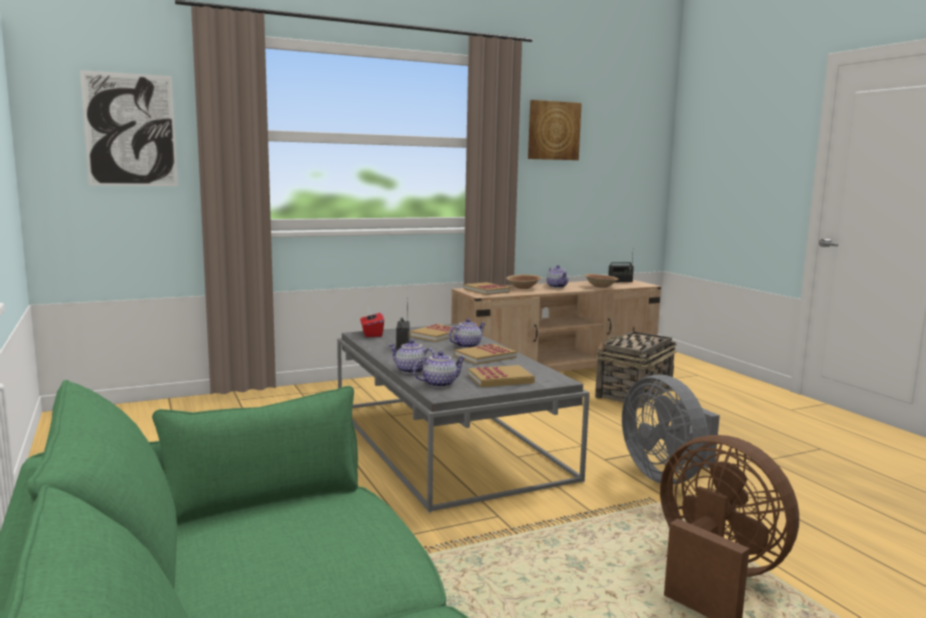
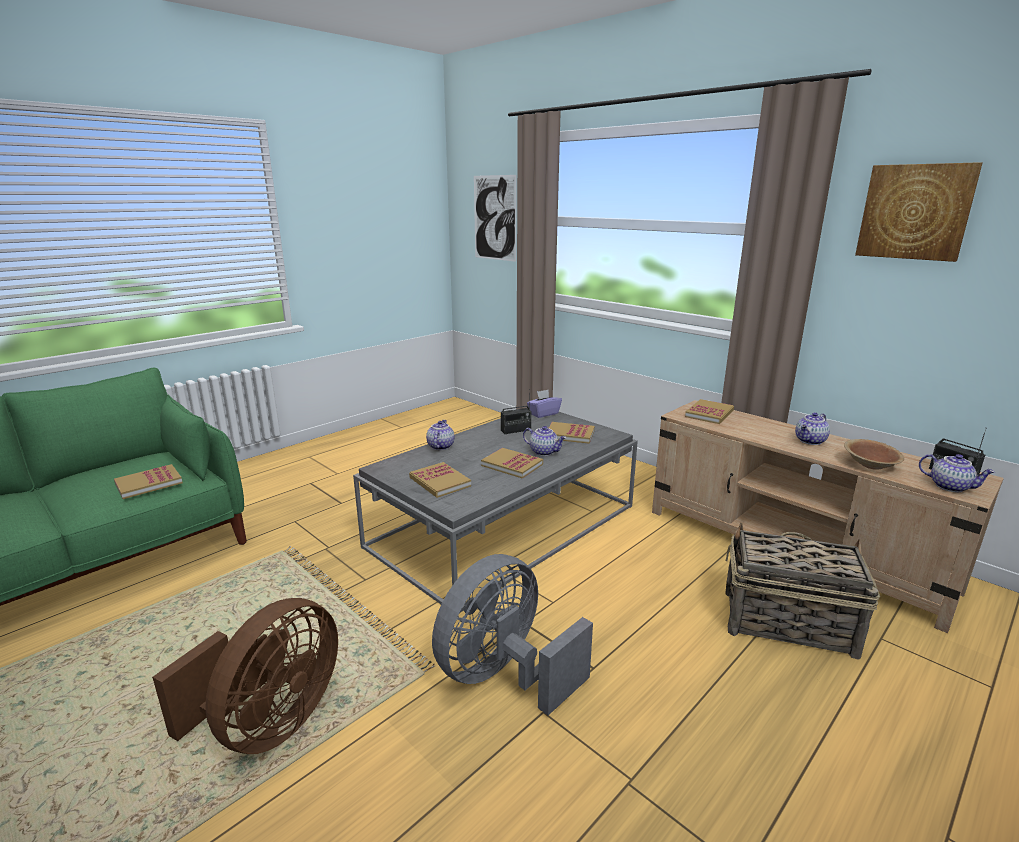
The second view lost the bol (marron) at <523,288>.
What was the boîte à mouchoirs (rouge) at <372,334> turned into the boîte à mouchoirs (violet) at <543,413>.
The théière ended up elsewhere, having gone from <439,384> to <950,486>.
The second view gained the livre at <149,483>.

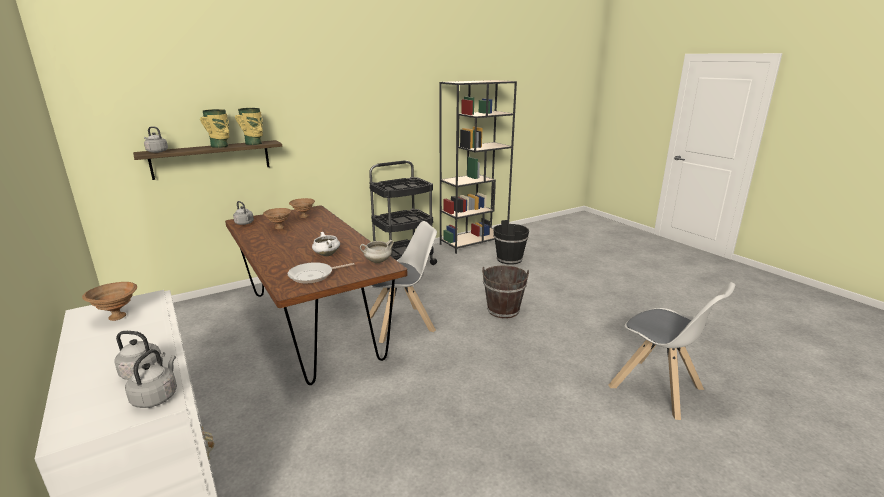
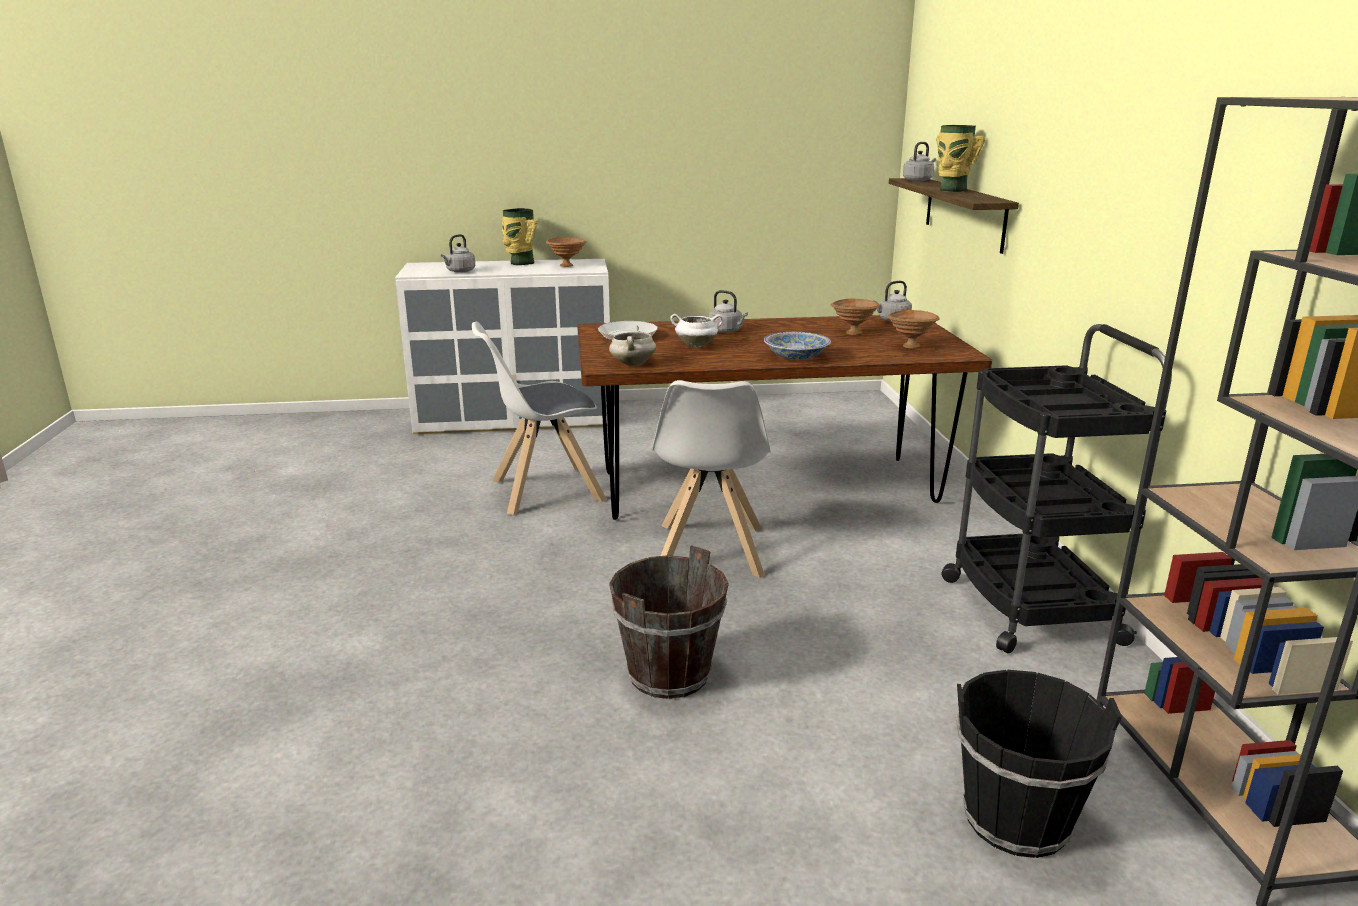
The vase ended up elsewhere, having gone from <254,144> to <520,263>.
The chaise ended up elsewhere, having gone from <658,389> to <543,491>.
The bouilloire (gris) ended up elsewhere, having gone from <156,396> to <727,331>.
The second view gained the bol at <796,357>.

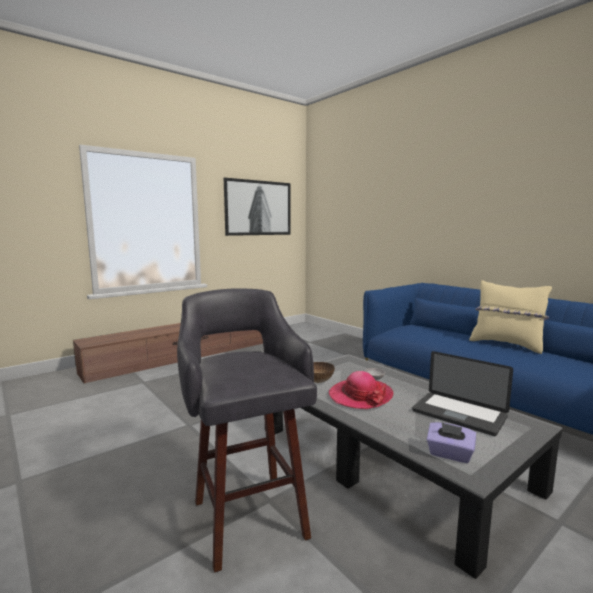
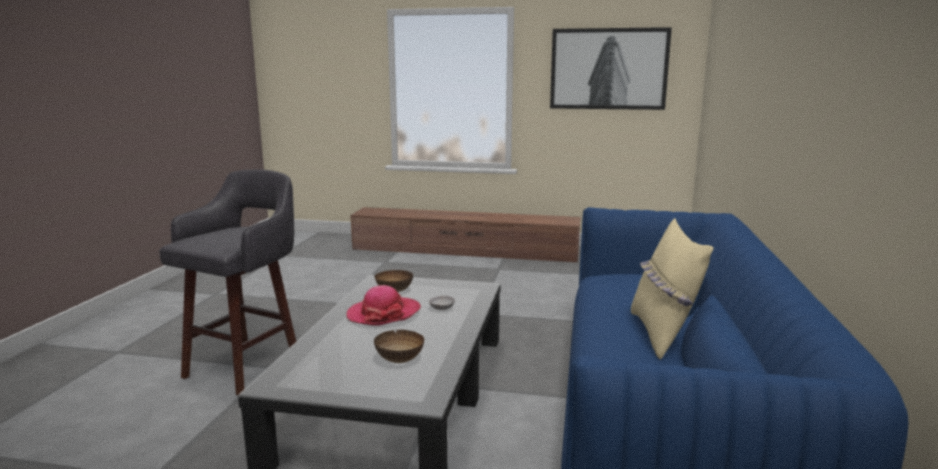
Where the ordinateur portable stood at <459,414>, the bol came to stand at <400,360>.
The second view lost the boîte à mouchoirs (violet) at <449,454>.

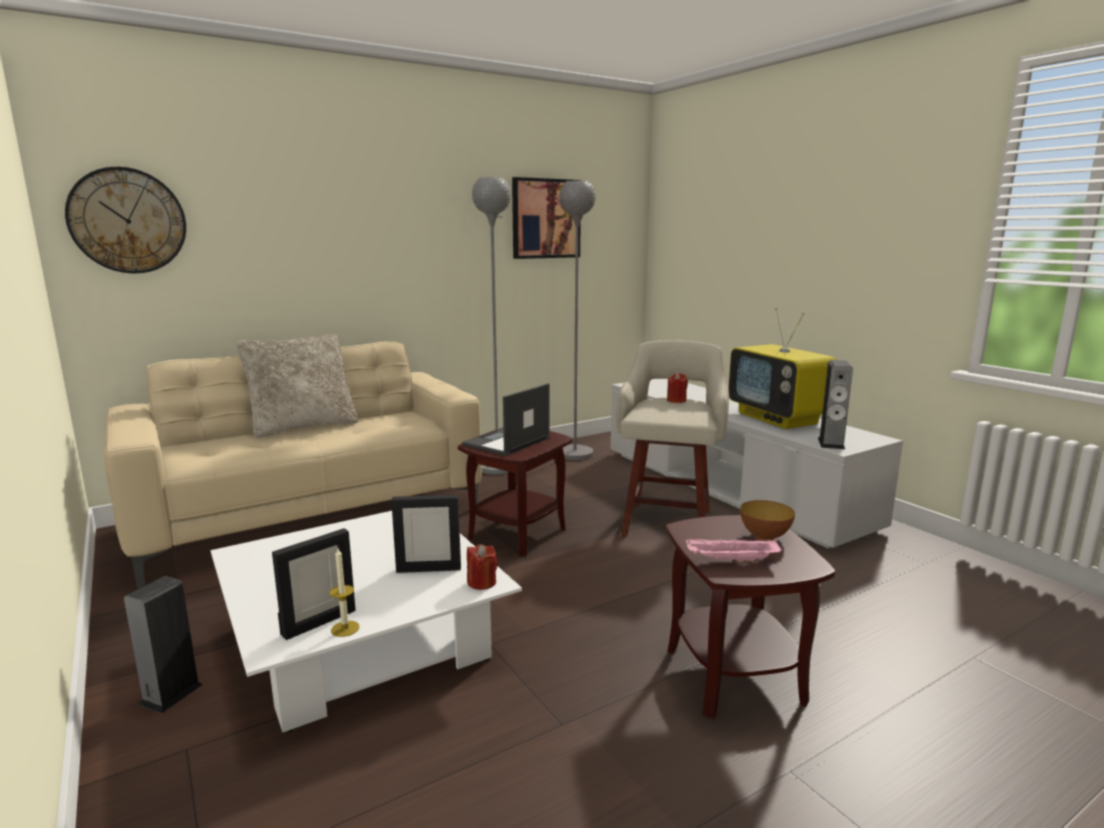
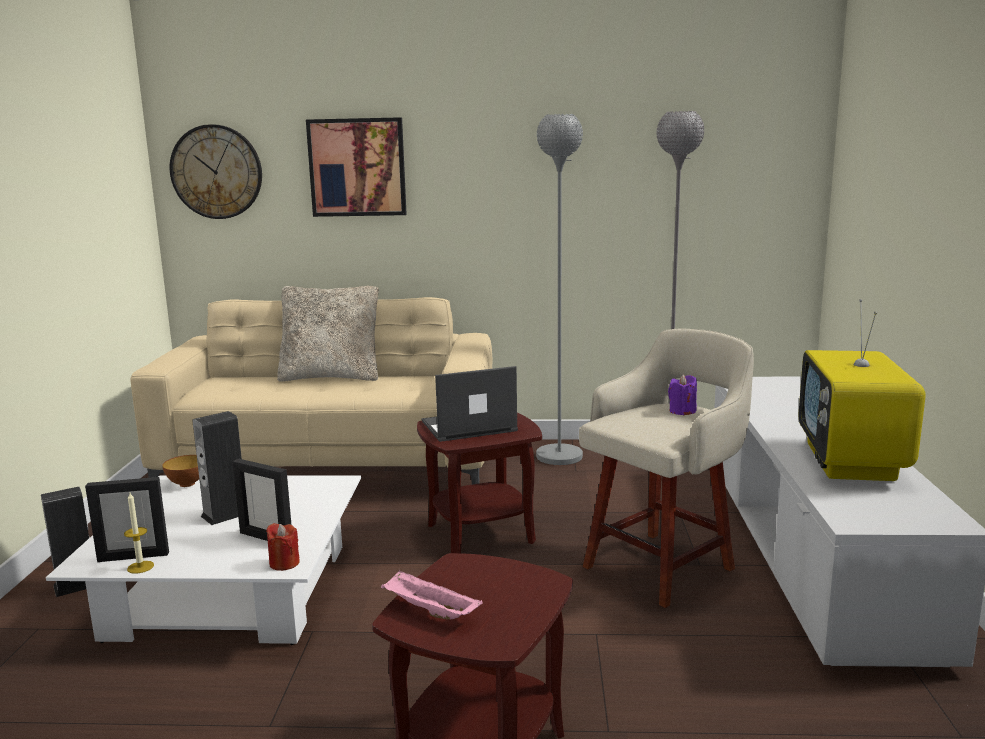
The tableau ended up elsewhere, having gone from <545,218> to <357,167>.
The enceinte ended up elsewhere, having gone from <831,443> to <225,514>.
What was the bougie (rouge) at <676,400> turned into the bougie (violet) at <682,411>.
The bol ended up elsewhere, having gone from <764,537> to <187,484>.

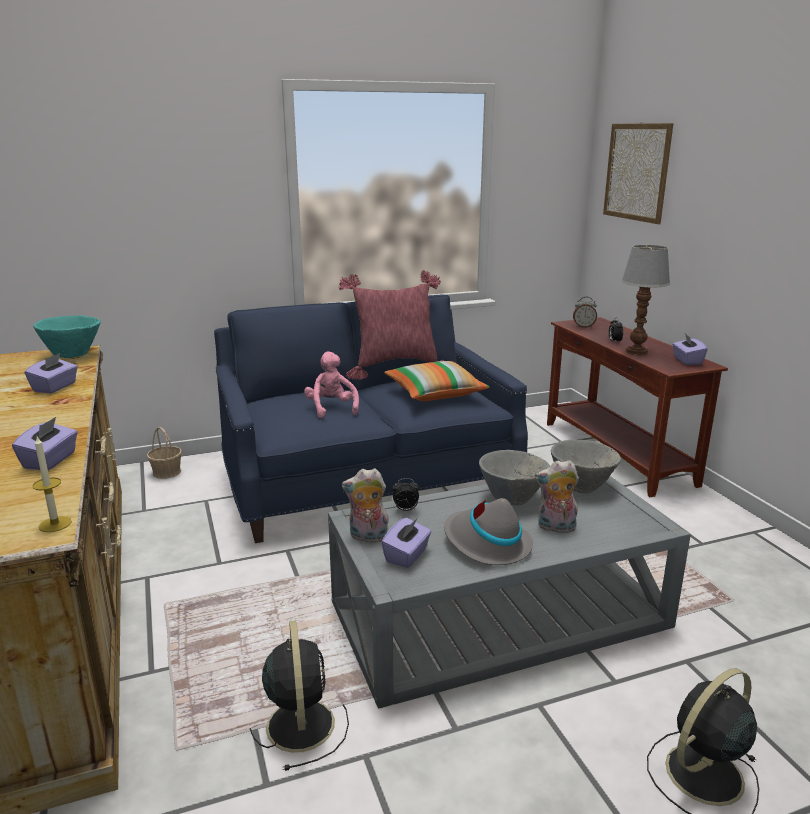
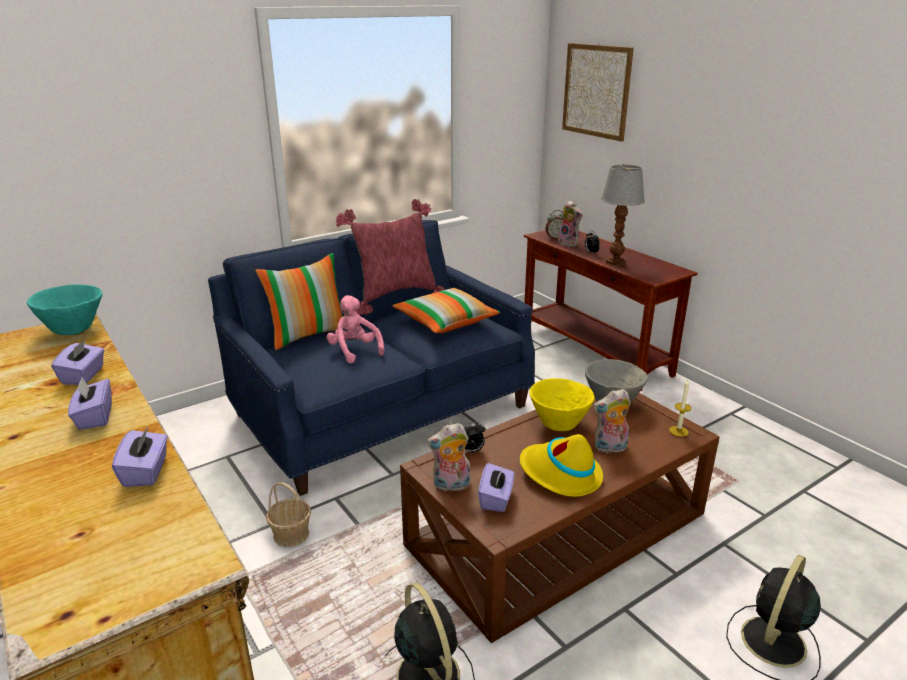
The boîte à mouchoirs (violet) ended up elsewhere, having gone from <687,361> to <94,417>.
The panier ended up elsewhere, having gone from <167,472> to <291,534>.
The bougie ended up elsewhere, having gone from <55,524> to <678,431>.
What was the bol (gris) at <512,499> turned into the bol (jaune) at <559,424>.
What was the table basse (gris) at <498,613> turned into the table basse (marron) at <556,528>.
What was the chapeau (gris) at <486,544> turned into the chapeau (jaune) at <560,474>.
The second view gained the peluche at <569,244>.
The second view gained the coussin at <308,334>.

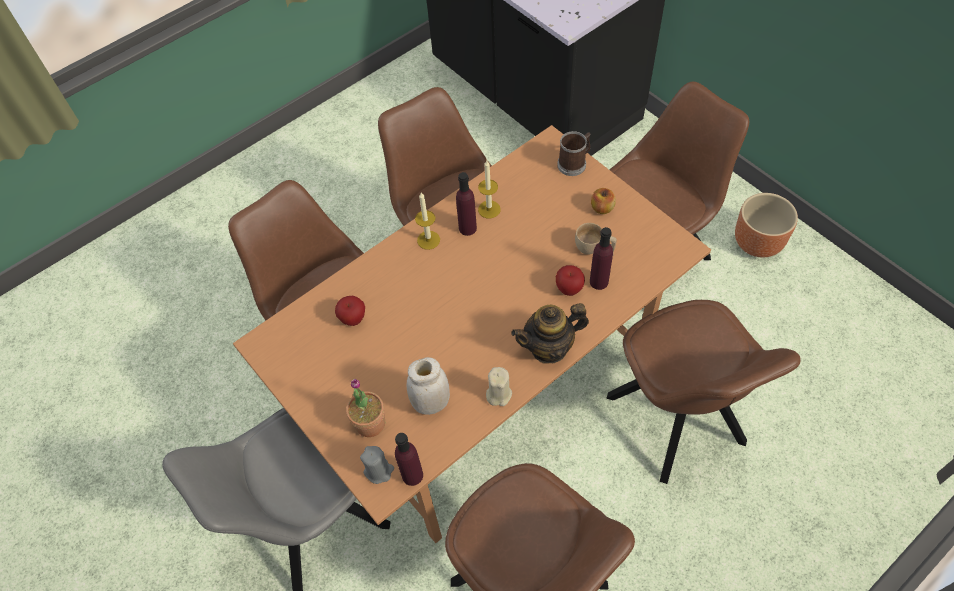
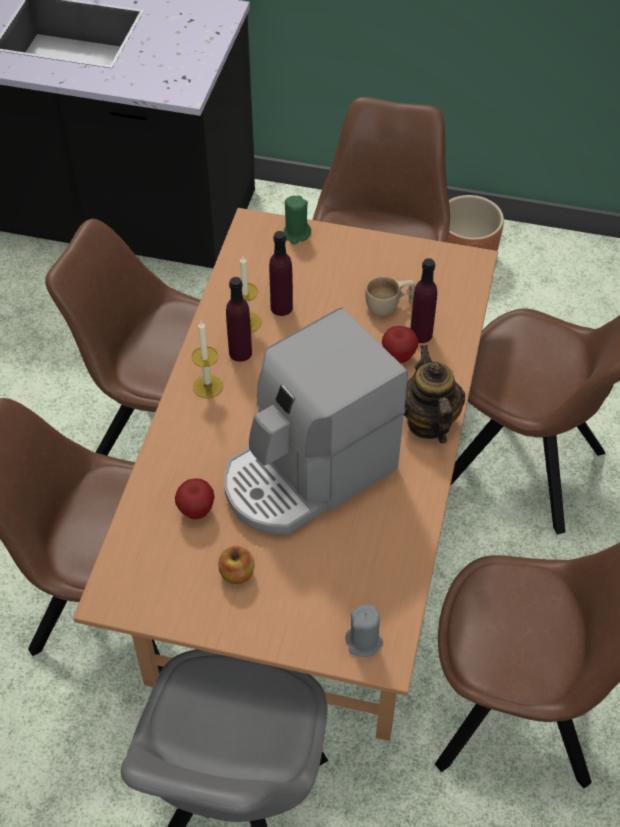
Where the mug stood at <574,163>, the bougie (vert) came to stand at <296,234>.
The pomme ended up elsewhere, having gone from <602,208> to <237,574>.
The théière at <549,348> ended up facing another way, 135 degrees clockwise from before.
The second view lost the bocal (blanc) at <431,403>.
The second view lost the bougie (beige) at <498,394>.
The second view lost the plante en pot at <370,423>.
The bouteille (violet) ended up elsewhere, having gone from <412,475> to <281,307>.
The second view gained the machine à café at <307,474>.

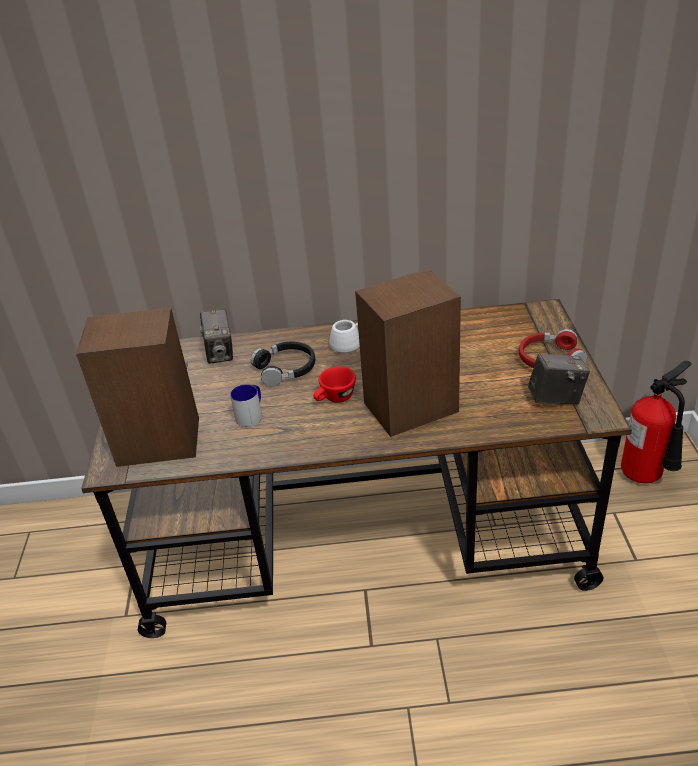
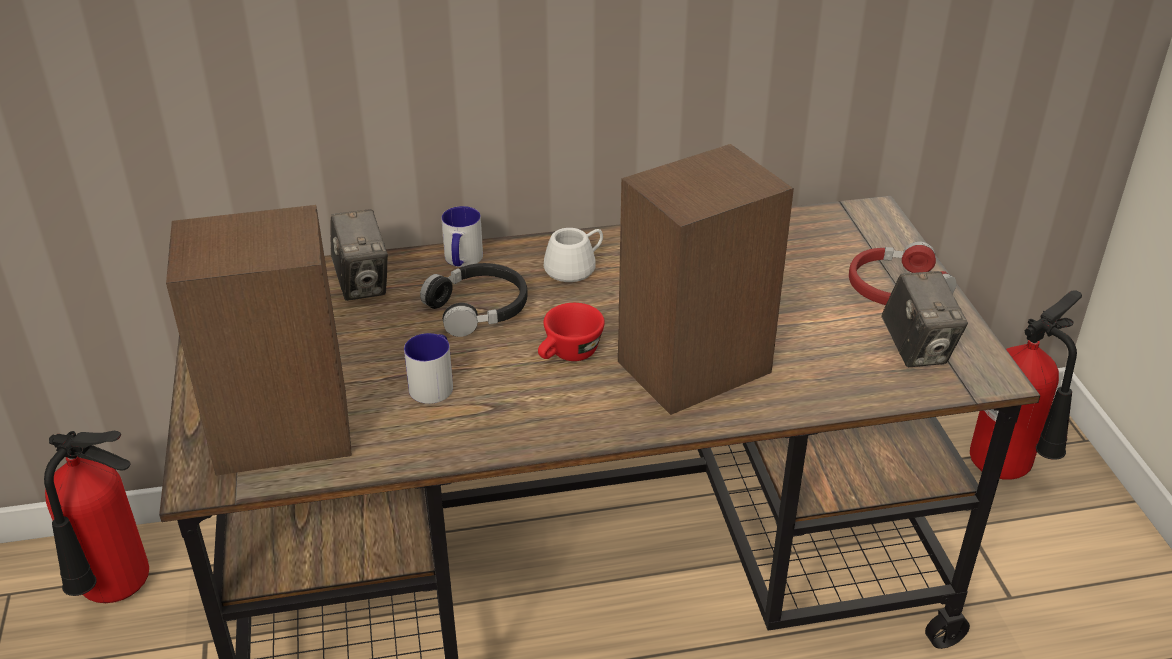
The appareil photo at <555,398> ended up facing another way, 90 degrees clockwise from before.
The second view gained the mug at <462,261>.
The second view gained the extincteur at <115,593>.

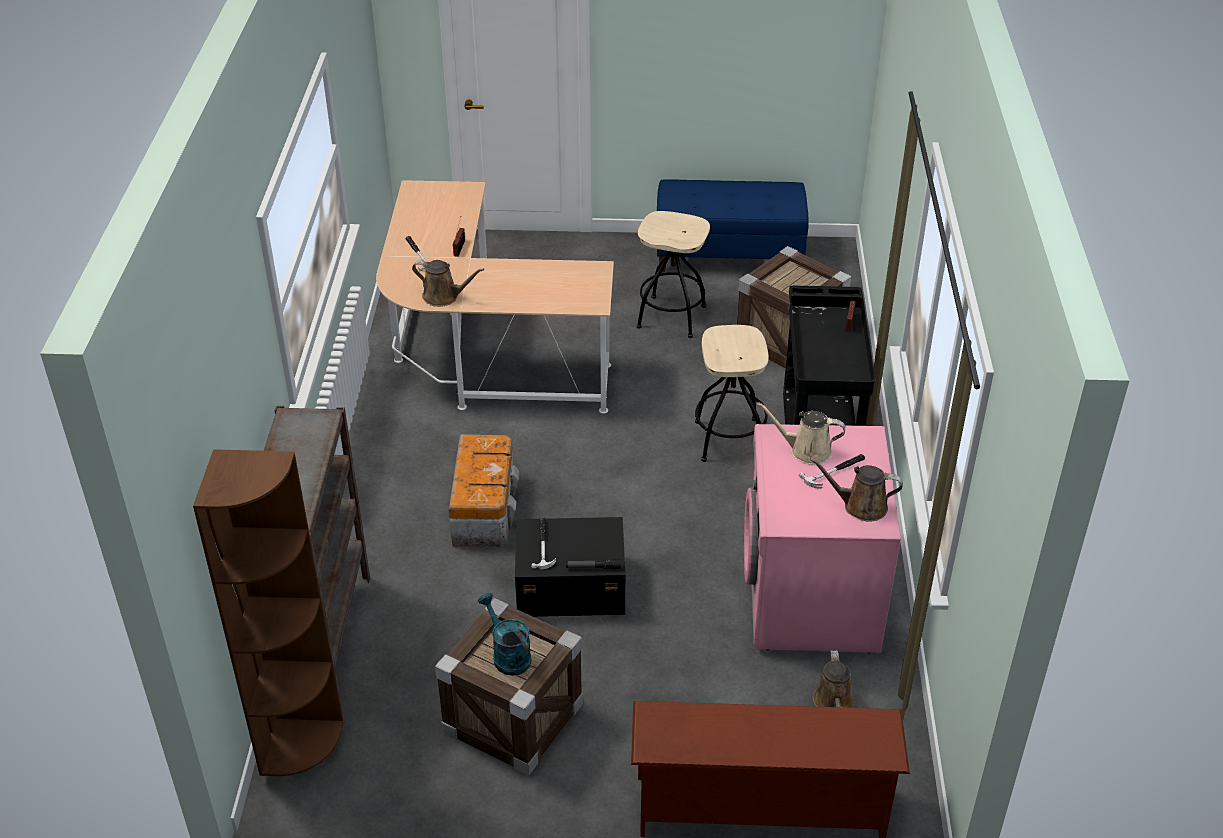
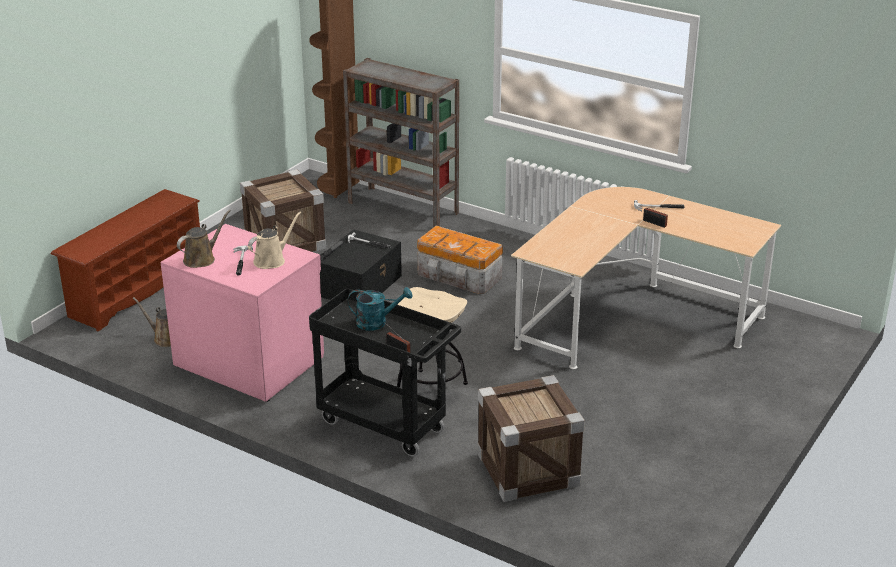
The second view lost the banc (bleu) at <729,256>.
The second view lost the tabouret (beige) at <672,316>.
The second view lost the arrosoir (marron) at <444,297>.
The arrosoir (turquoise) ended up elsewhere, having gone from <507,655> to <377,322>.

